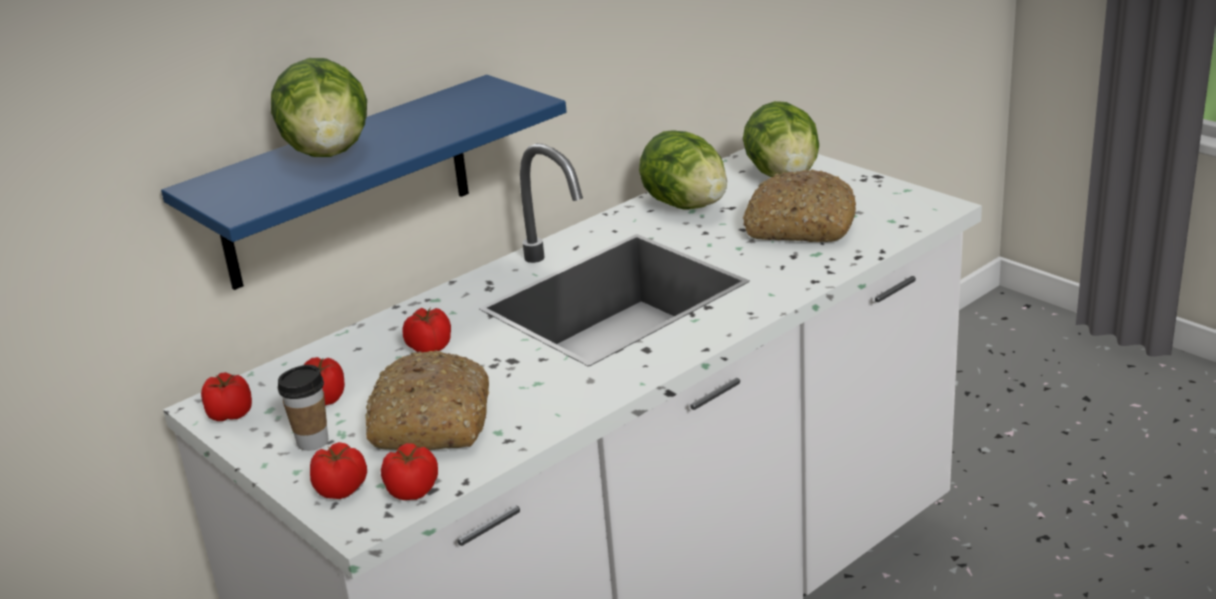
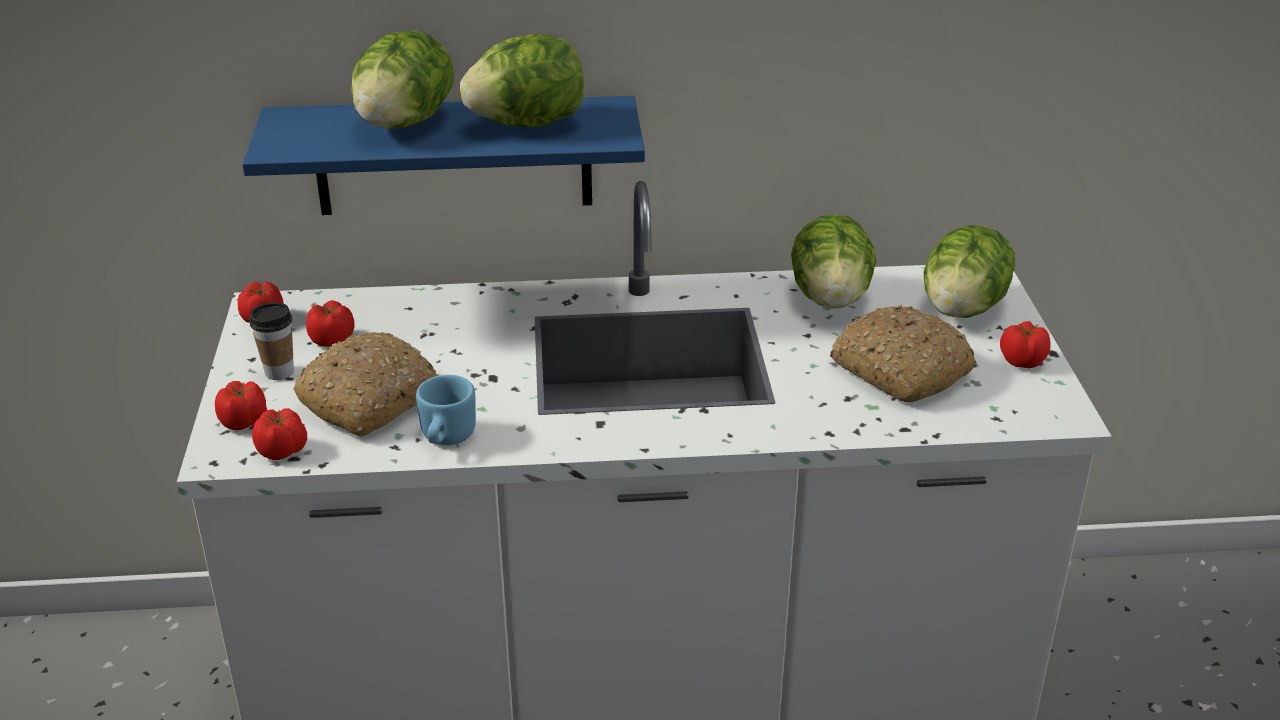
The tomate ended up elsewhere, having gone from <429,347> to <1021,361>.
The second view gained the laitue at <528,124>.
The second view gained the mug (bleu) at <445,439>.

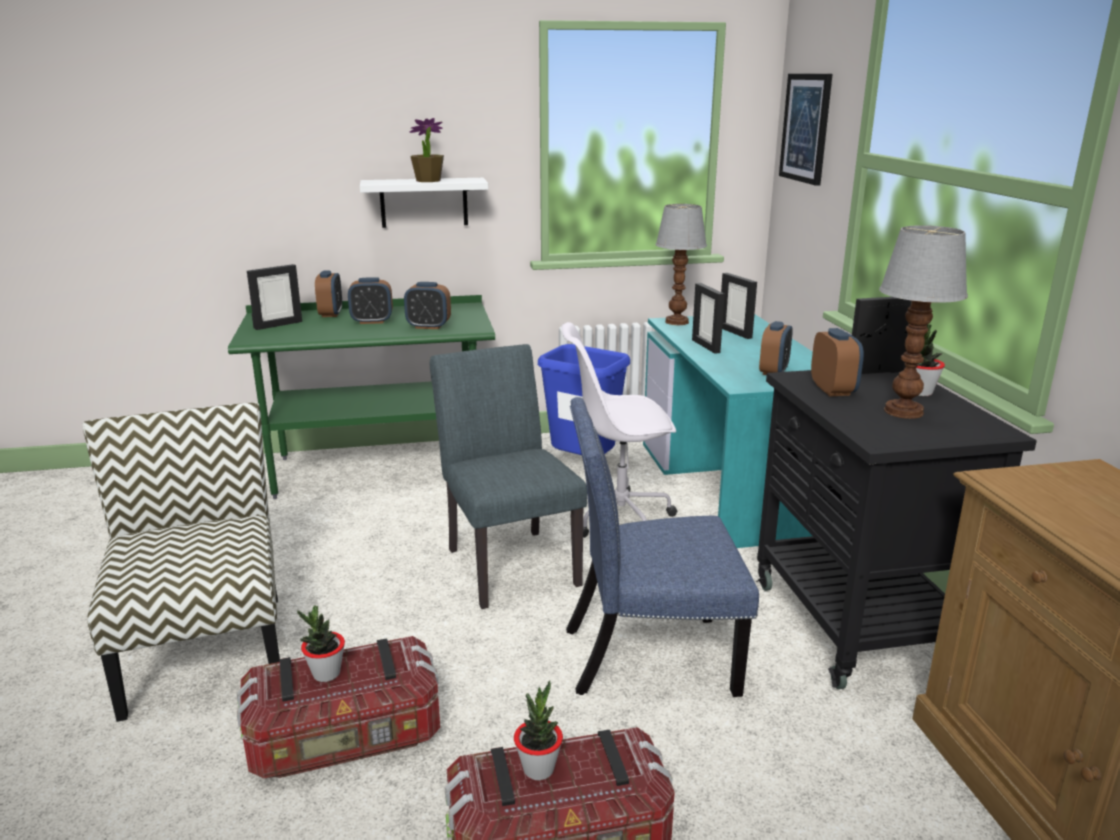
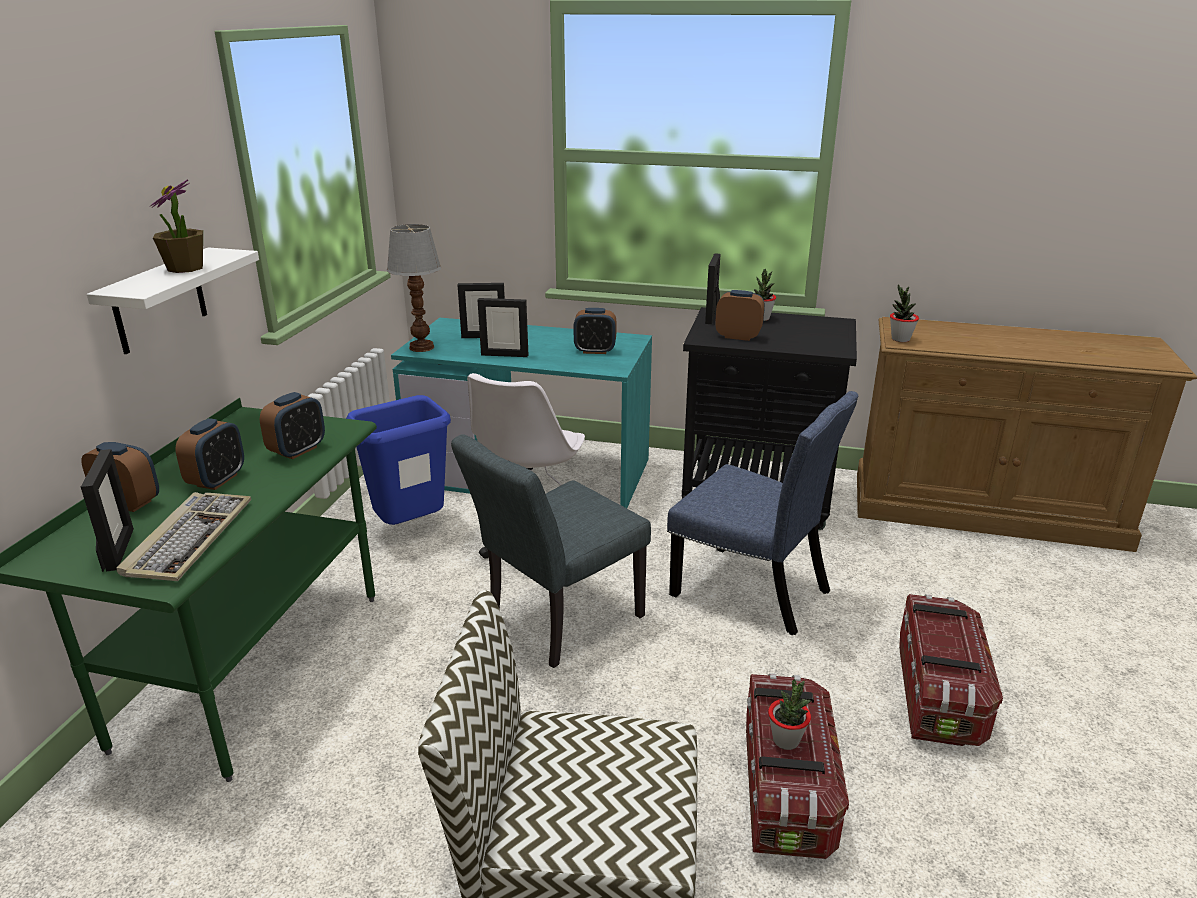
The second view lost the tableau at <806,128>.
The second view lost the lampe de table at <904,412>.
The réveil at <774,371> ended up facing another way, 135 degrees clockwise from before.
The chaise (gris) at <508,561> ended up facing another way, 45 degrees counterclockwise from before.
The chaise (bleu) at <653,657> ended up facing another way, 75 degrees counterclockwise from before.
The plante en pot ended up elsewhere, having gone from <538,769> to <900,339>.
The second view gained the clavier at <188,539>.

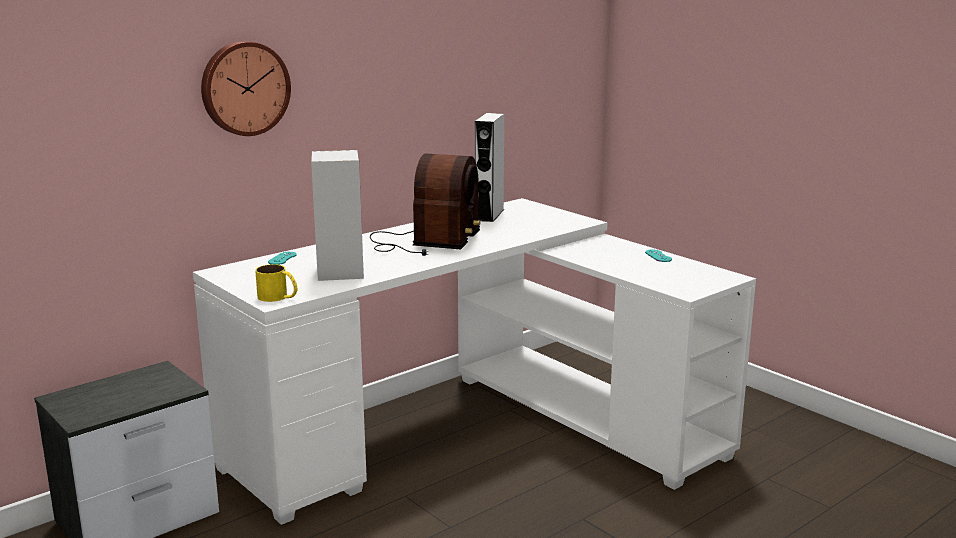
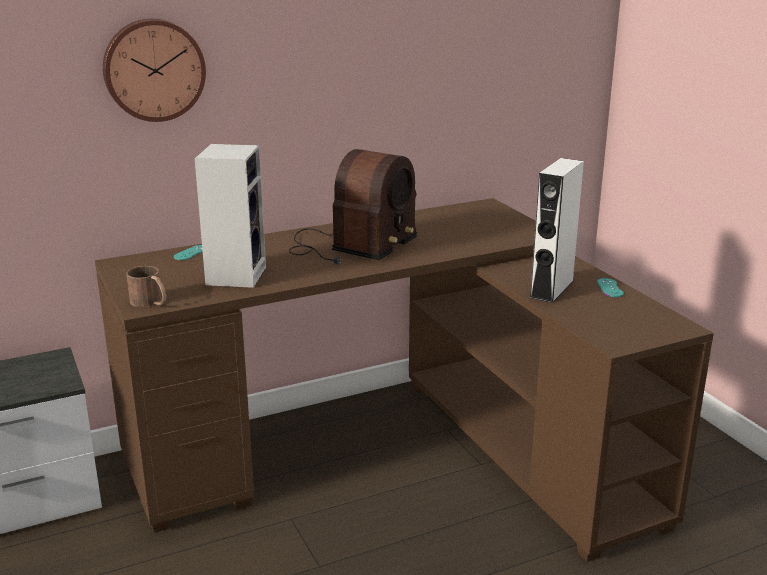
The enceinte (blanc) ended up elsewhere, having gone from <489,215> to <551,289>.
What was the bureau (blanc) at <477,431> turned into the bureau (marron) at <400,451>.
What was the mug (jaune) at <278,297> turned into the mug (marron) at <151,302>.

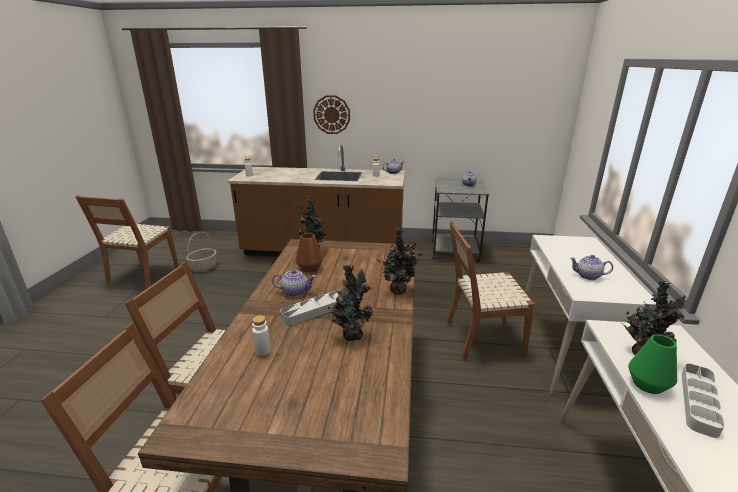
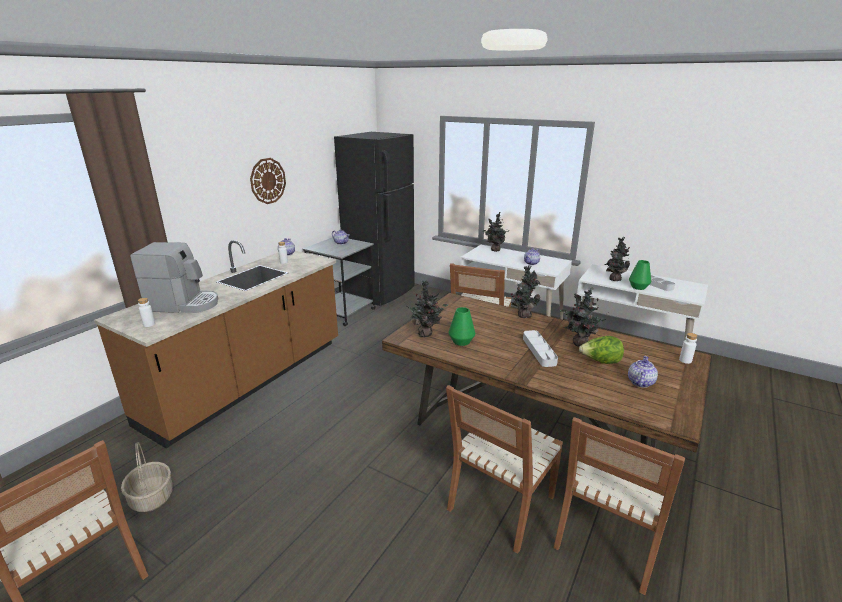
The horloge murale ended up elsewhere, having gone from <331,114> to <268,181>.
What was the vase (marron) at <309,268> turned into the vase (vert) at <461,341>.
The théière ended up elsewhere, having gone from <295,292> to <640,382>.
The bouteille (blanc) ended up elsewhere, having gone from <263,351> to <685,360>.
The second view gained the réfrigérateur (noir) at <381,292>.
The second view gained the plante en pot at <494,250>.
The second view gained the machine à café at <184,304>.
The second view gained the laitue at <600,362>.

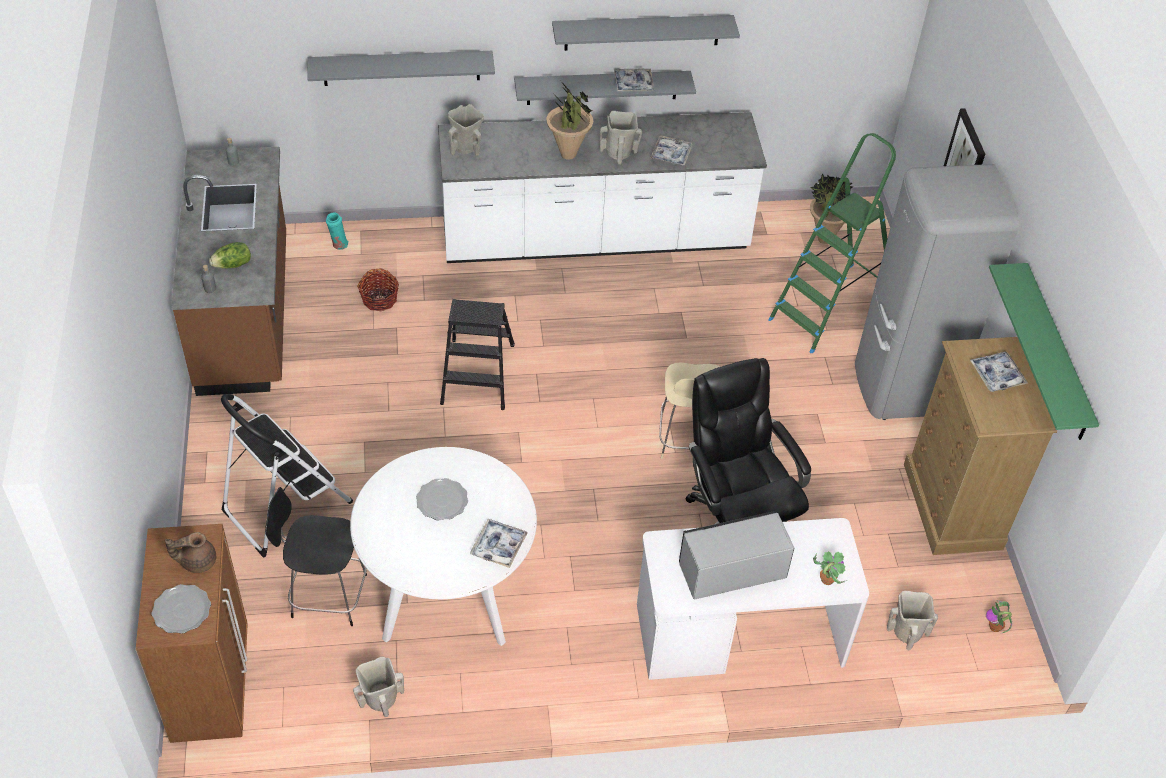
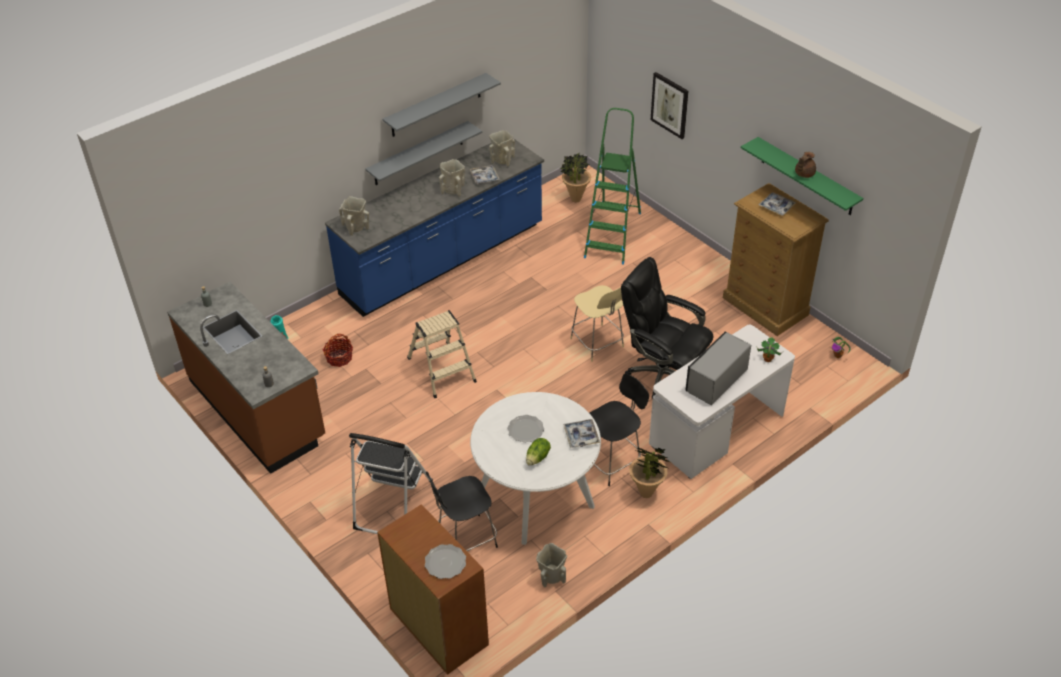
The second view lost the étagère (gris) at <401,68>.
The second view lost the plateau at <633,84>.
The plante en pot ended up elsewhere, having gone from <568,154> to <646,493>.
What was the comptoir de cuisine (blanc) at <595,240> turned into the comptoir de cuisine (bleu) at <443,261>.
The second view lost the réfrigérateur (gris) at <899,388>.
The laitue ended up elsewhere, having gone from <233,265> to <538,458>.
What was the escabeau (noir) at <478,373> turned into the escabeau (beige) at <441,369>.
The théière (marron) ended up elsewhere, having gone from <197,561> to <803,174>.
The vase (beige) ended up elsewhere, having gone from <907,631> to <502,160>.
The second view gained the chaise (noir) at <612,461>.

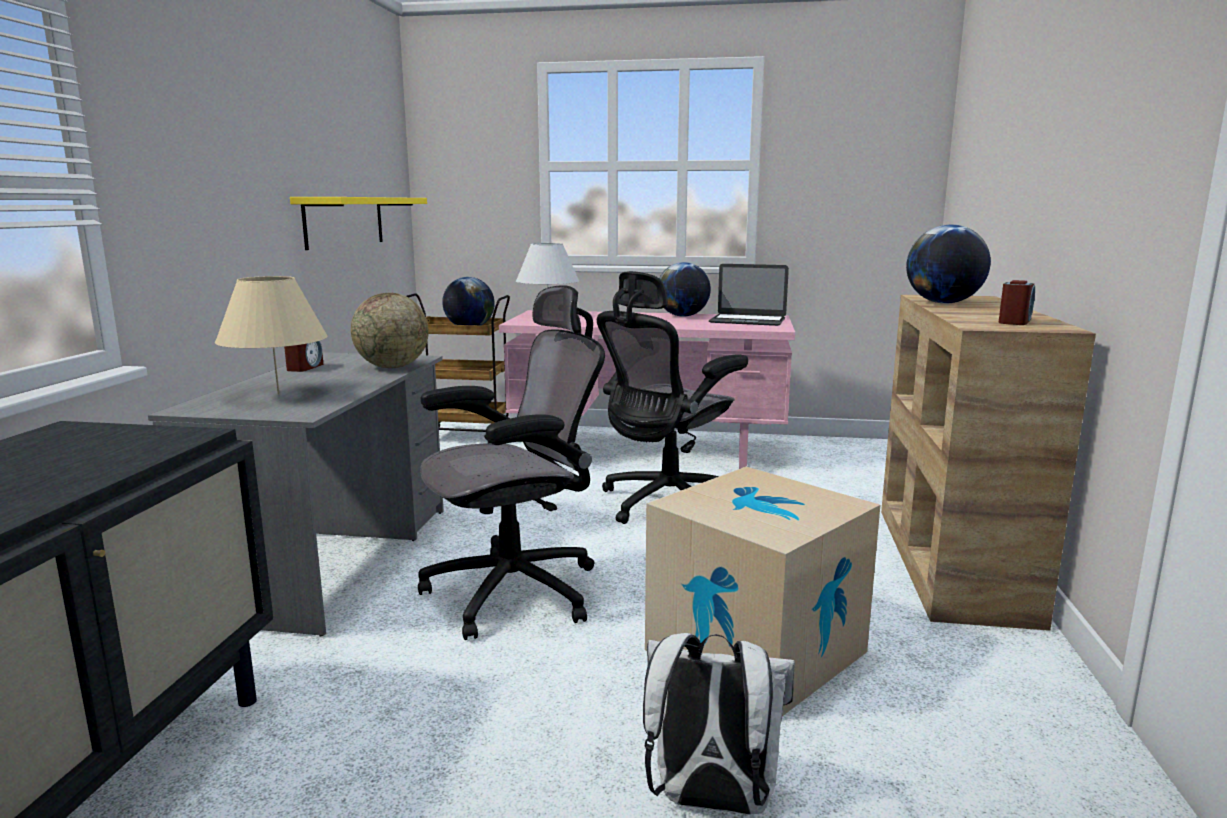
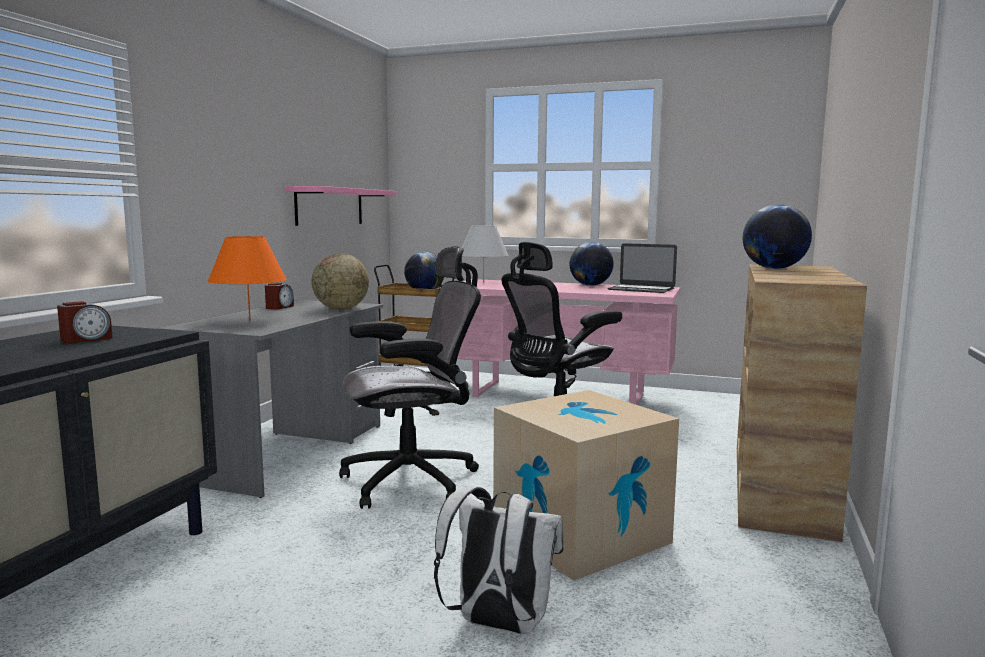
What was the étagère (jaune) at <344,221> turned into the étagère (rose) at <330,206>.
What was the lampe de table (beige) at <278,394> turned into the lampe de table (orange) at <249,320>.
The réveil ended up elsewhere, having gone from <1014,321> to <86,339>.

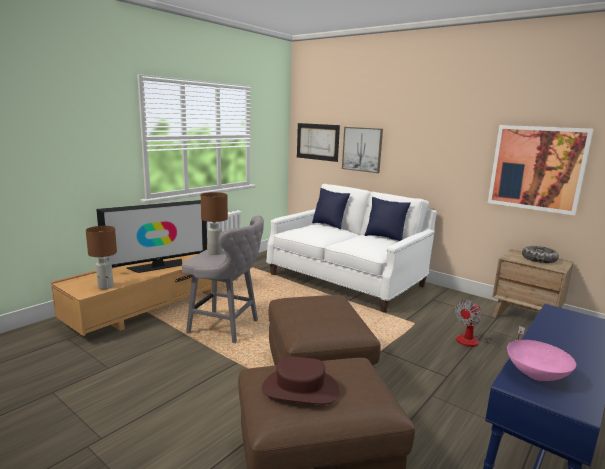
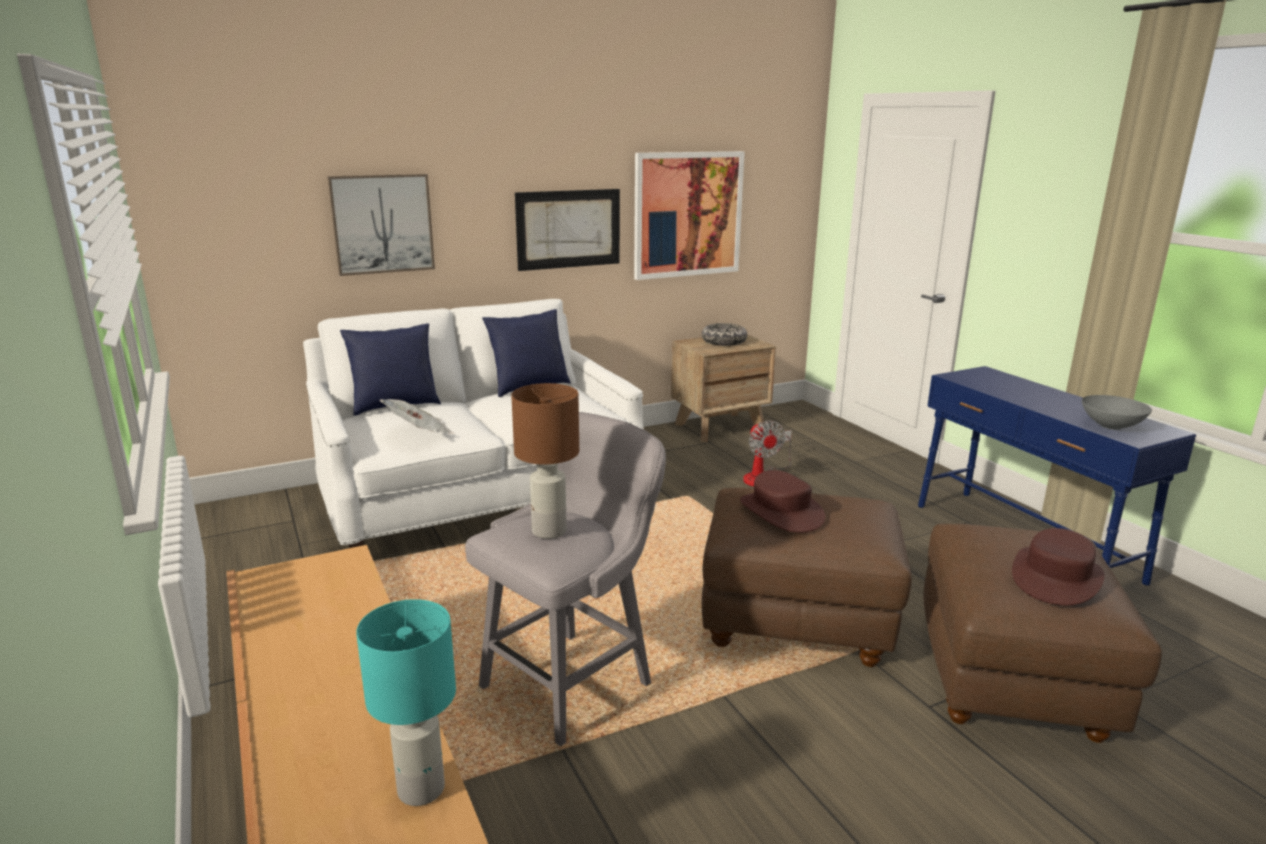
The tableau ended up elsewhere, having gone from <317,142> to <569,229>.
The second view lost the téléviseur at <158,266>.
What was the lampe de table (marron) at <106,287> turned into the lampe de table (turquoise) at <422,788>.
What was the bol (rose) at <537,376> turned into the bol (gris) at <1112,426>.
The second view gained the journal at <419,433>.
The second view gained the chapeau (marron) at <780,512>.

